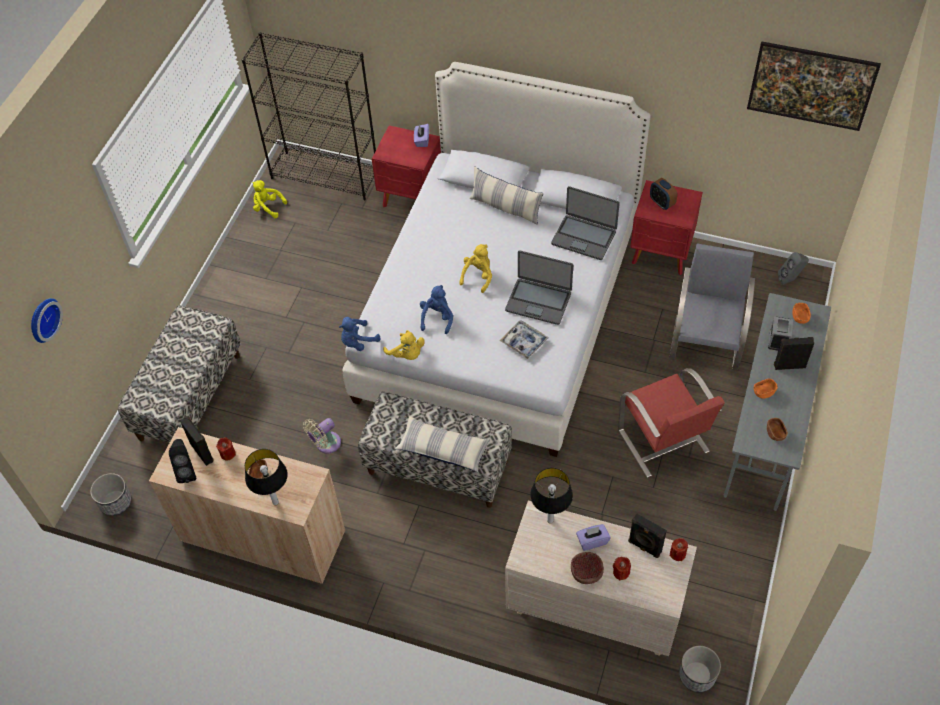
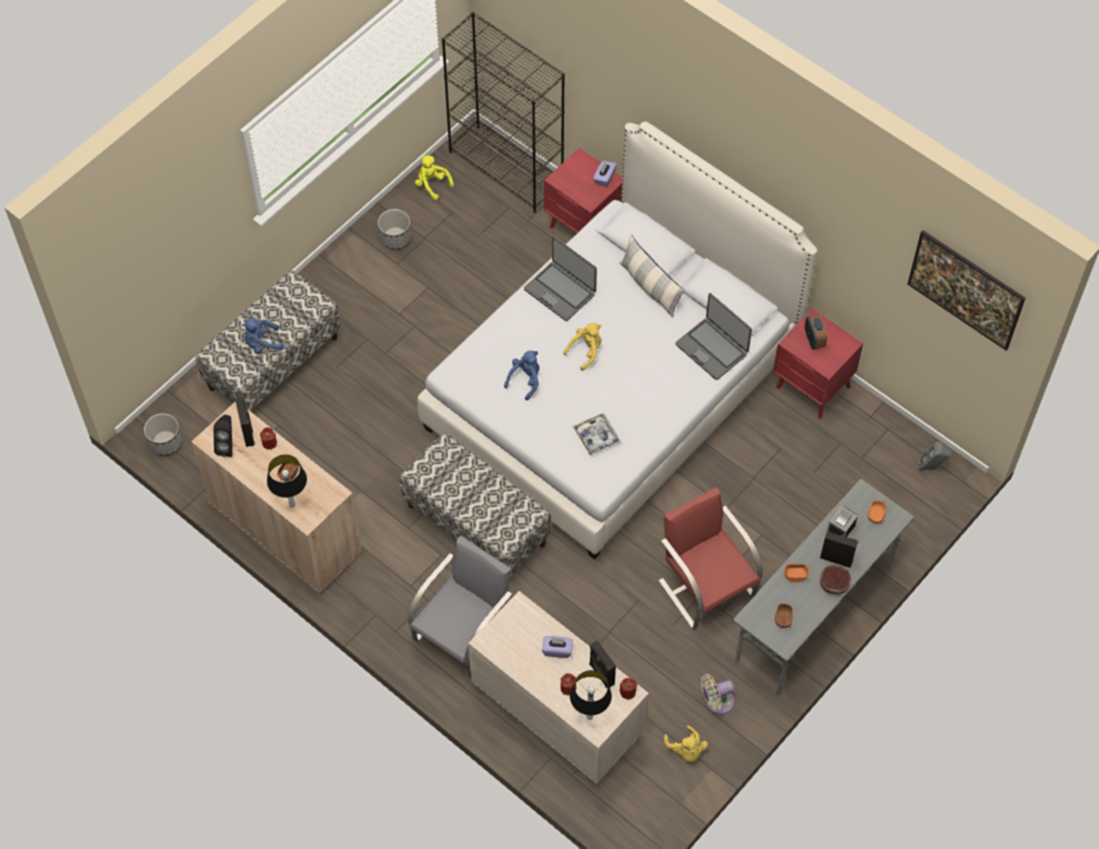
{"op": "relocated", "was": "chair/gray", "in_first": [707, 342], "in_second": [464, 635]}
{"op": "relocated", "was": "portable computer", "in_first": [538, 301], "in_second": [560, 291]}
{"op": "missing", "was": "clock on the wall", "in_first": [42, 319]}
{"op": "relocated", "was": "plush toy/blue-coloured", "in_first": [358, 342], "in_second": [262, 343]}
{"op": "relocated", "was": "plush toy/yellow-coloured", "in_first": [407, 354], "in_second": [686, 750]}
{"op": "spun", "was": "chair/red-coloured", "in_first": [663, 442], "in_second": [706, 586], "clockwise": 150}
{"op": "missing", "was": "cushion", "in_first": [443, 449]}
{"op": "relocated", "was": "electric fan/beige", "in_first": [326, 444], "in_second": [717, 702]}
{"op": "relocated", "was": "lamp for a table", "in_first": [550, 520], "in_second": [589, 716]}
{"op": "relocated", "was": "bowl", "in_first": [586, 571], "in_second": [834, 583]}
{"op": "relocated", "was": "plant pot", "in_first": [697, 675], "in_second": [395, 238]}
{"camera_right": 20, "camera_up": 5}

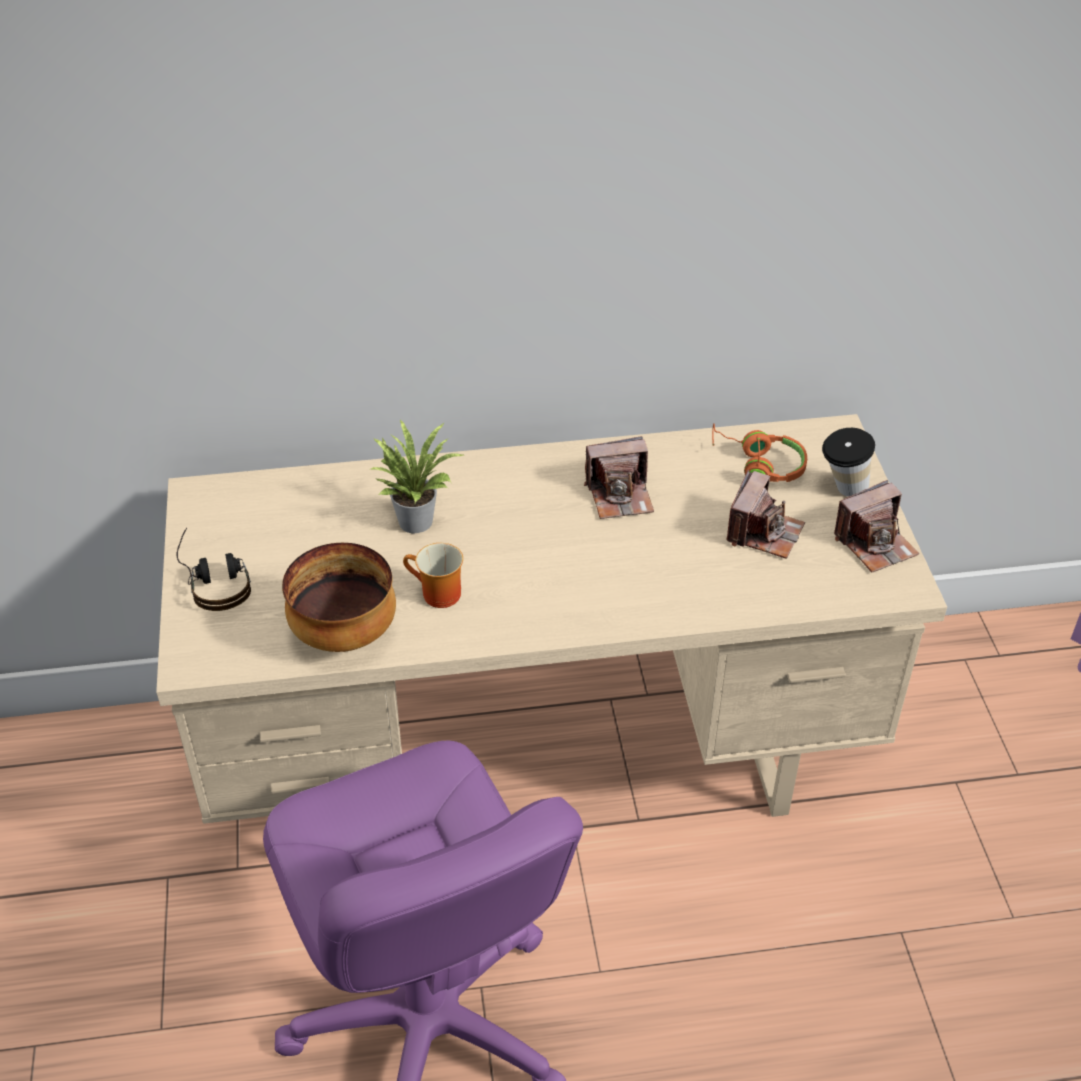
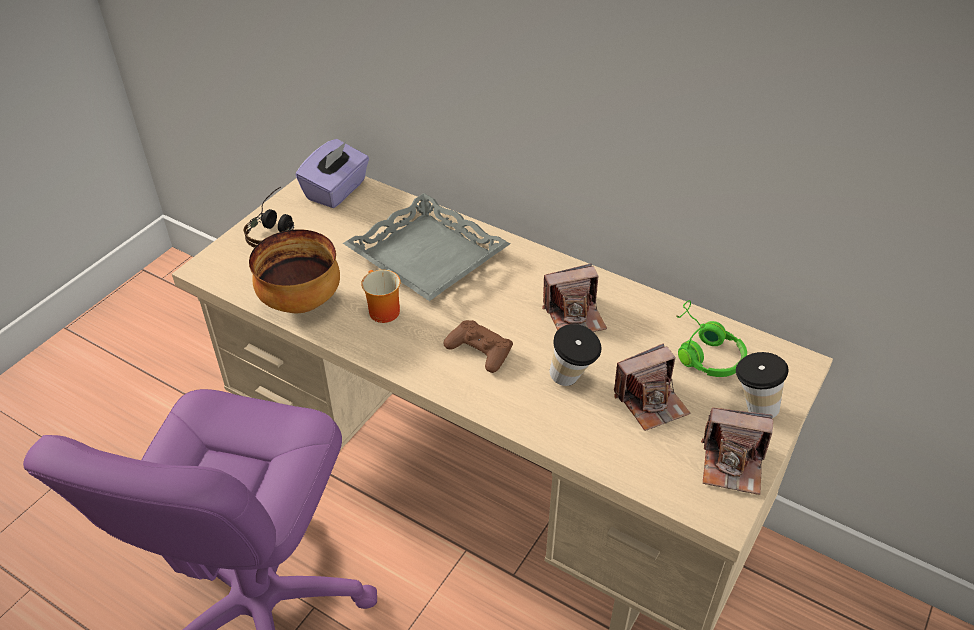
{"op": "exchanged", "was": "houseplant", "now": "serving tray/gray", "in_first": [416, 518], "in_second": [426, 256]}
{"op": "colour", "was": "headphones/orange", "now": "headphones/green-coloured", "in_first": [758, 465], "in_second": [703, 351]}
{"op": "spun", "was": "still camera", "in_first": [620, 495], "in_second": [574, 316], "clockwise": -45}
{"op": "appeared", "now": "box of tissues/purple-coloured", "in_second": [336, 190]}
{"op": "appeared", "now": "game controller/brown-coloured", "in_second": [479, 350]}
{"op": "appeared", "now": "cup", "in_second": [572, 380]}
{"camera_right": 40, "camera_up": 0}

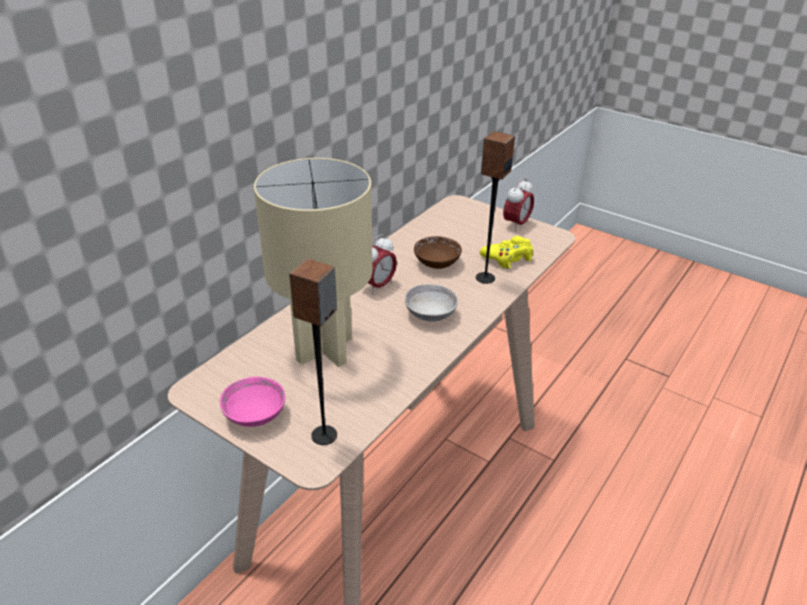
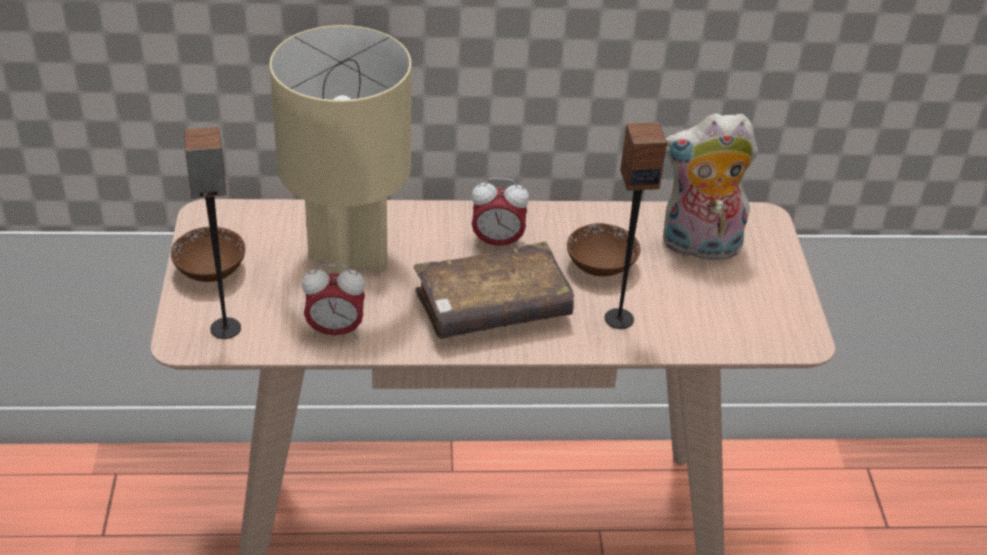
{"op": "relocated", "was": "alarm clock", "in_first": [516, 225], "in_second": [335, 331]}
{"op": "missing", "was": "game controller/yellow-coloured", "in_first": [508, 258]}
{"op": "exchanged", "was": "bowl/gray", "now": "bound book/brown-coloured", "in_first": [430, 314], "in_second": [492, 307]}
{"op": "colour", "was": "bowl/pink", "now": "bowl/brown-coloured", "in_first": [255, 414], "in_second": [210, 270]}
{"op": "appeared", "now": "plush toy", "in_second": [698, 247]}
{"camera_right": 50, "camera_up": 5}

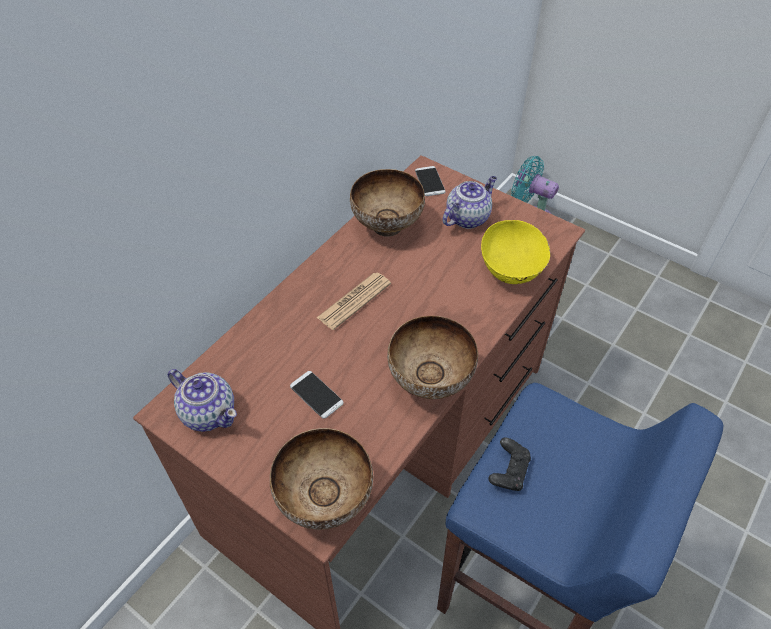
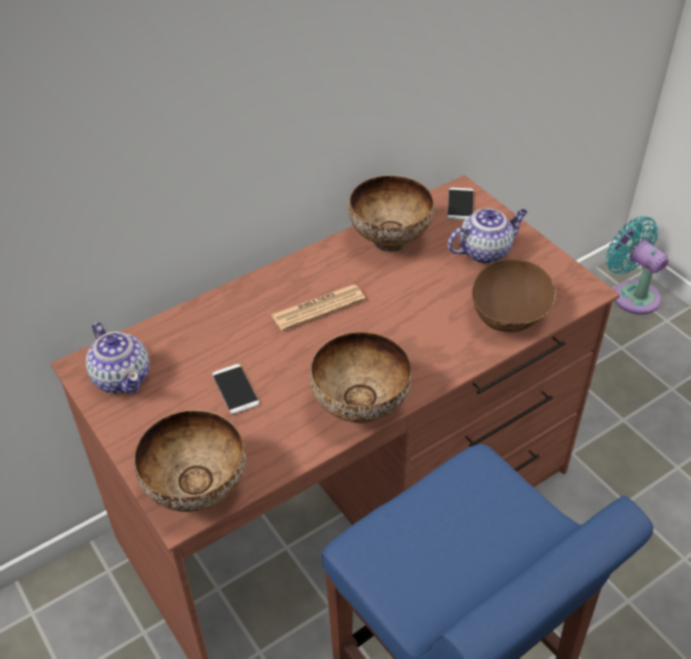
{"op": "colour", "was": "bowl/yellow-coloured", "now": "bowl/brown-coloured", "in_first": [512, 268], "in_second": [510, 316]}
{"op": "missing", "was": "game controller/blackish", "in_first": [509, 471]}
{"camera_right": 20, "camera_up": -5}

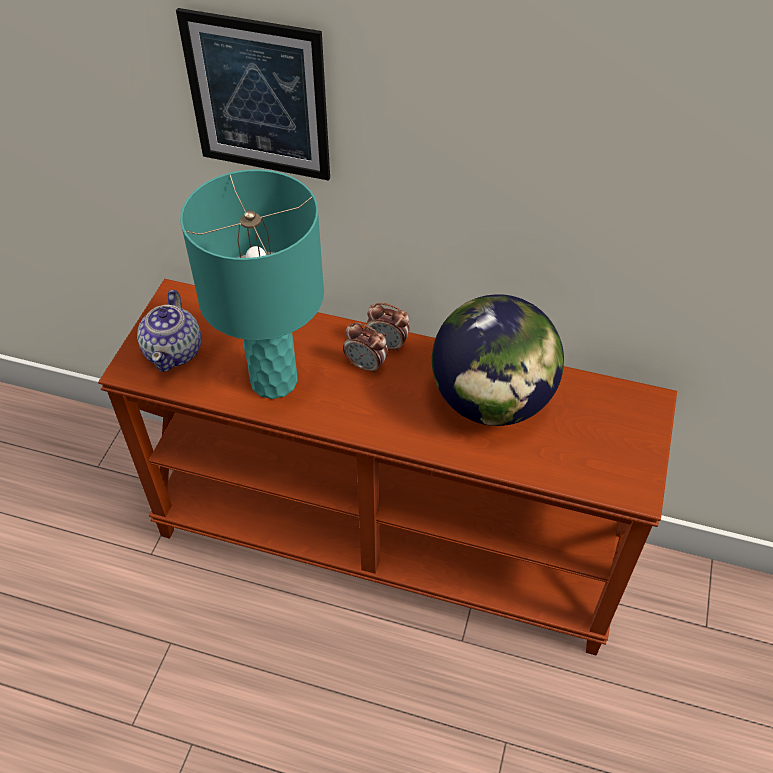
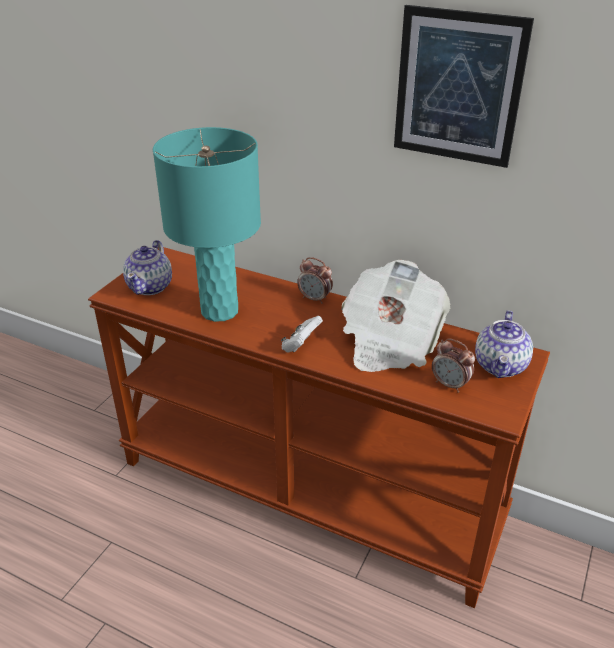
{"op": "relocated", "was": "wall picture", "in_first": [258, 97], "in_second": [458, 87]}
{"op": "exchanged", "was": "globe", "now": "printed paper", "in_first": [491, 401], "in_second": [389, 341]}
{"op": "relocated", "was": "alarm clock", "in_first": [366, 365], "in_second": [450, 385]}
{"op": "appeared", "now": "tea pot", "in_second": [501, 366]}
{"op": "appeared", "now": "game controller/white", "in_second": [300, 346]}
{"camera_right": 10, "camera_up": -15}

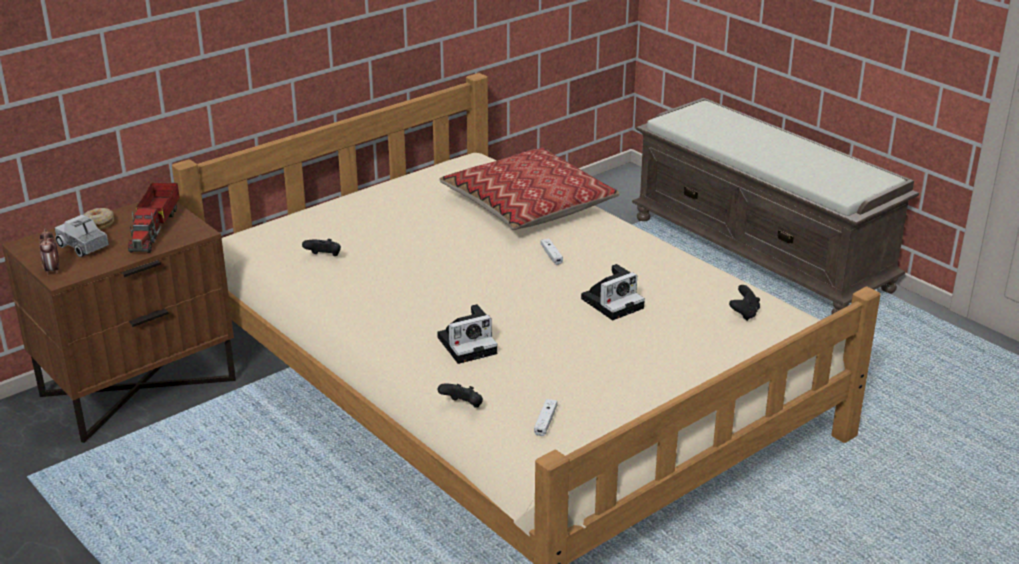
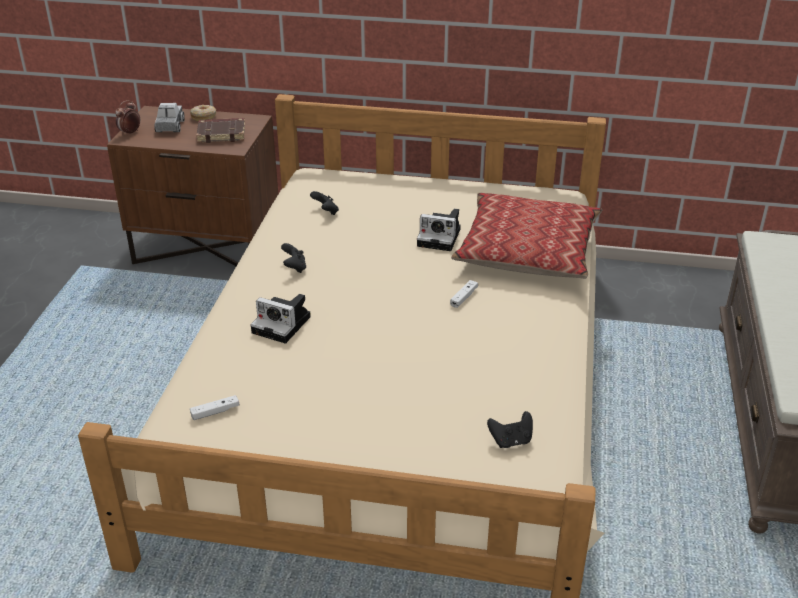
{"op": "exchanged", "was": "toy lorry", "now": "bound book/brown-coloured", "in_first": [155, 228], "in_second": [222, 134]}
{"op": "relocated", "was": "still camera", "in_first": [613, 302], "in_second": [441, 237]}
{"op": "relocated", "was": "game controller/blackish", "in_first": [463, 407], "in_second": [294, 267]}
{"camera_right": 50, "camera_up": 5}

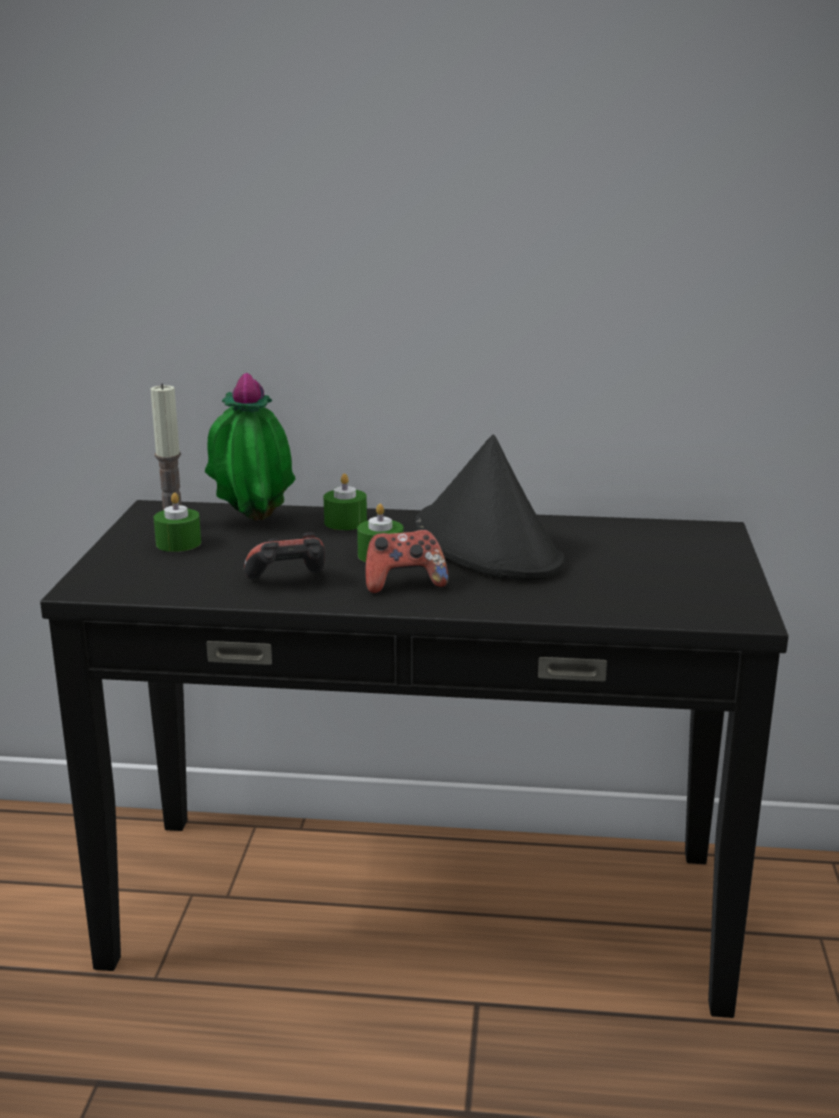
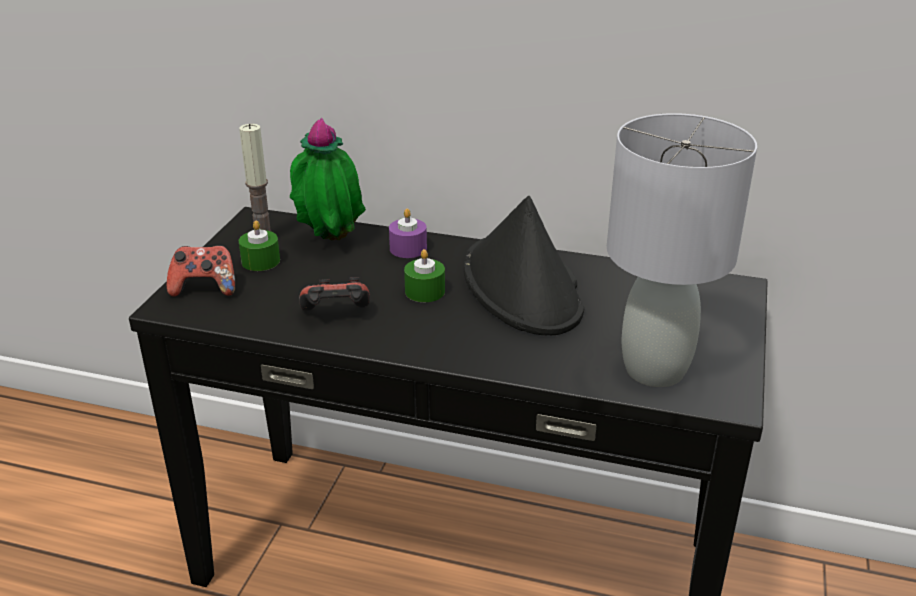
{"op": "colour", "was": "wax candle/green-coloured", "now": "wax candle/purple-coloured", "in_first": [345, 522], "in_second": [408, 248]}
{"op": "relocated", "was": "game controller", "in_first": [404, 584], "in_second": [205, 288]}
{"op": "appeared", "now": "lamp for a table/gray", "in_second": [656, 369]}
{"camera_right": 10, "camera_up": 10}

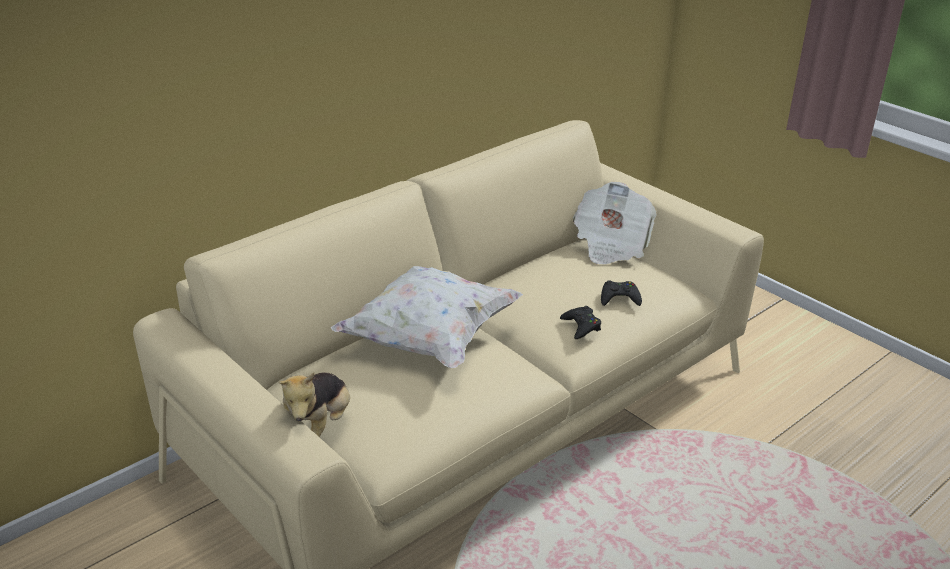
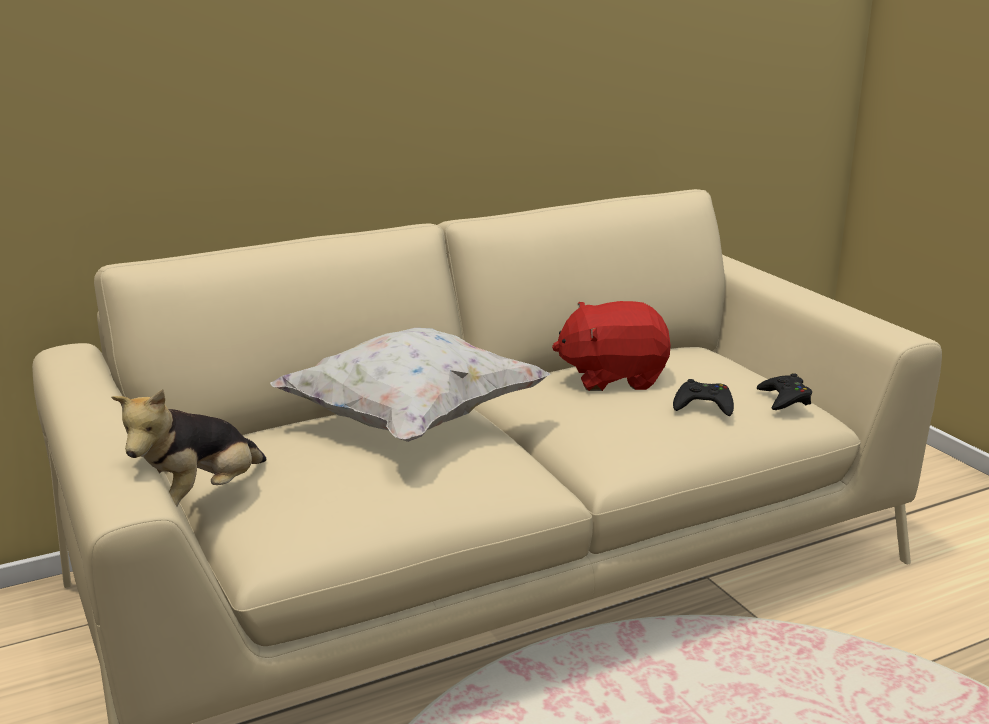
{"op": "missing", "was": "printed paper", "in_first": [611, 244]}
{"op": "relocated", "was": "game controller/blackish", "in_first": [581, 326], "in_second": [784, 399]}
{"op": "appeared", "now": "plush toy/red-coloured", "in_second": [612, 378]}
{"camera_right": 15, "camera_up": -10}

